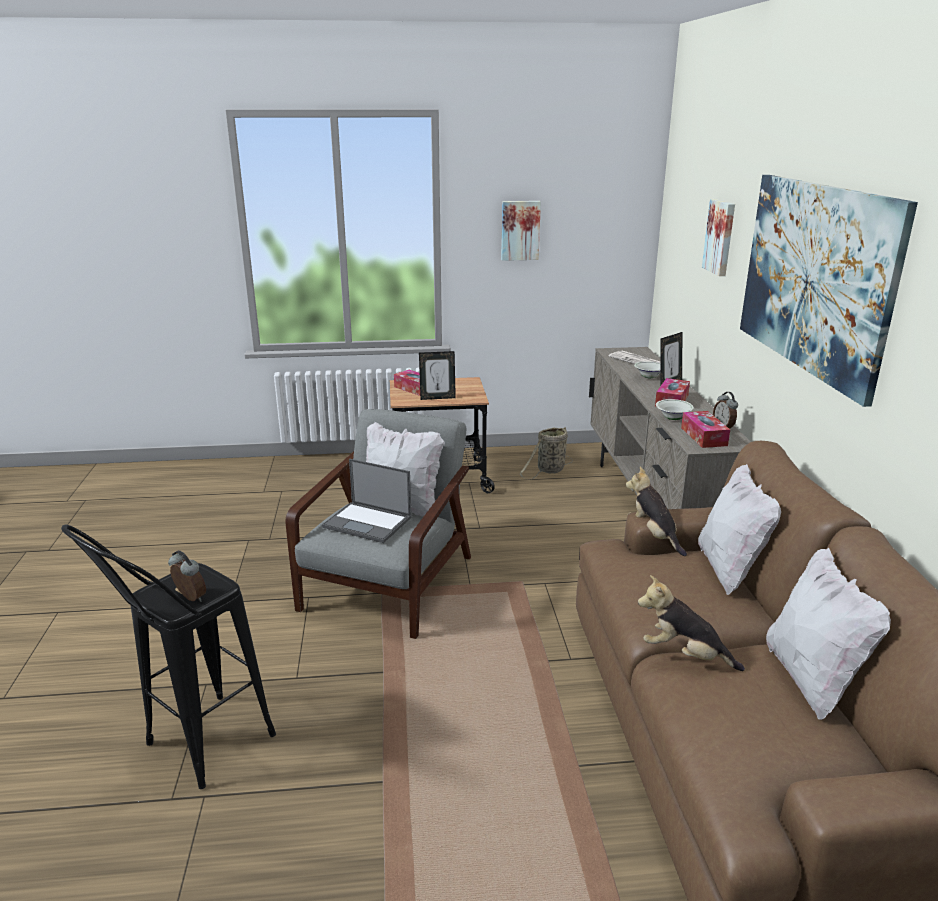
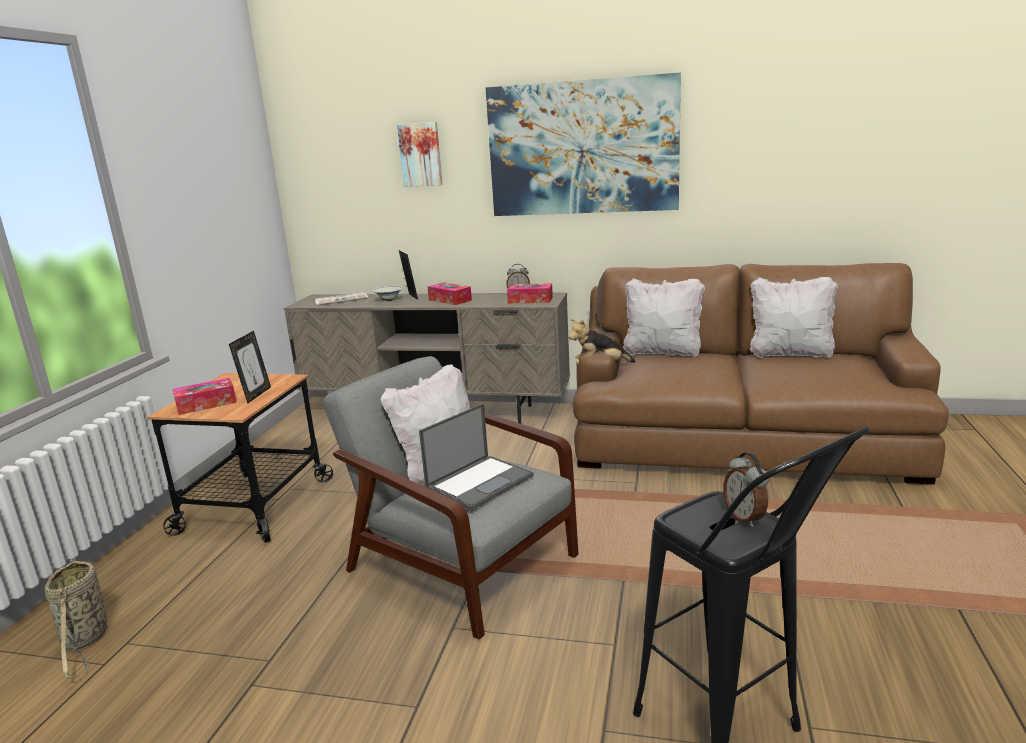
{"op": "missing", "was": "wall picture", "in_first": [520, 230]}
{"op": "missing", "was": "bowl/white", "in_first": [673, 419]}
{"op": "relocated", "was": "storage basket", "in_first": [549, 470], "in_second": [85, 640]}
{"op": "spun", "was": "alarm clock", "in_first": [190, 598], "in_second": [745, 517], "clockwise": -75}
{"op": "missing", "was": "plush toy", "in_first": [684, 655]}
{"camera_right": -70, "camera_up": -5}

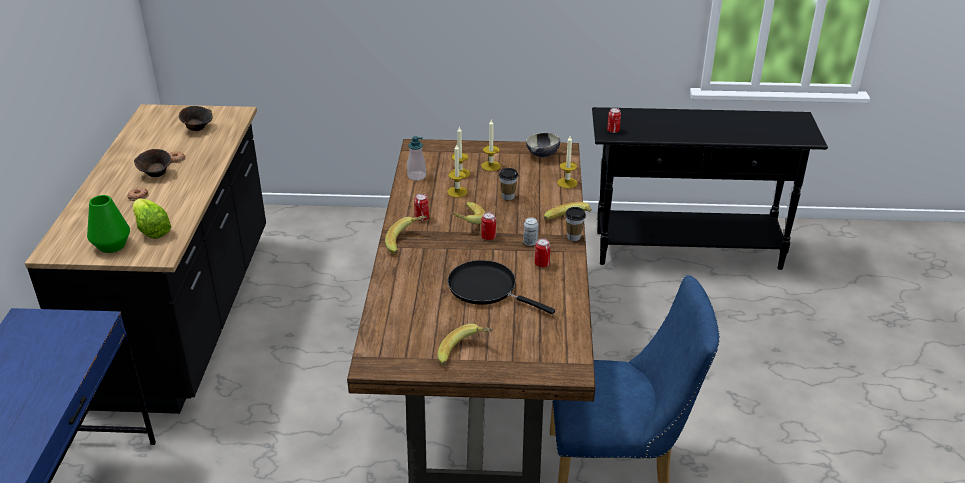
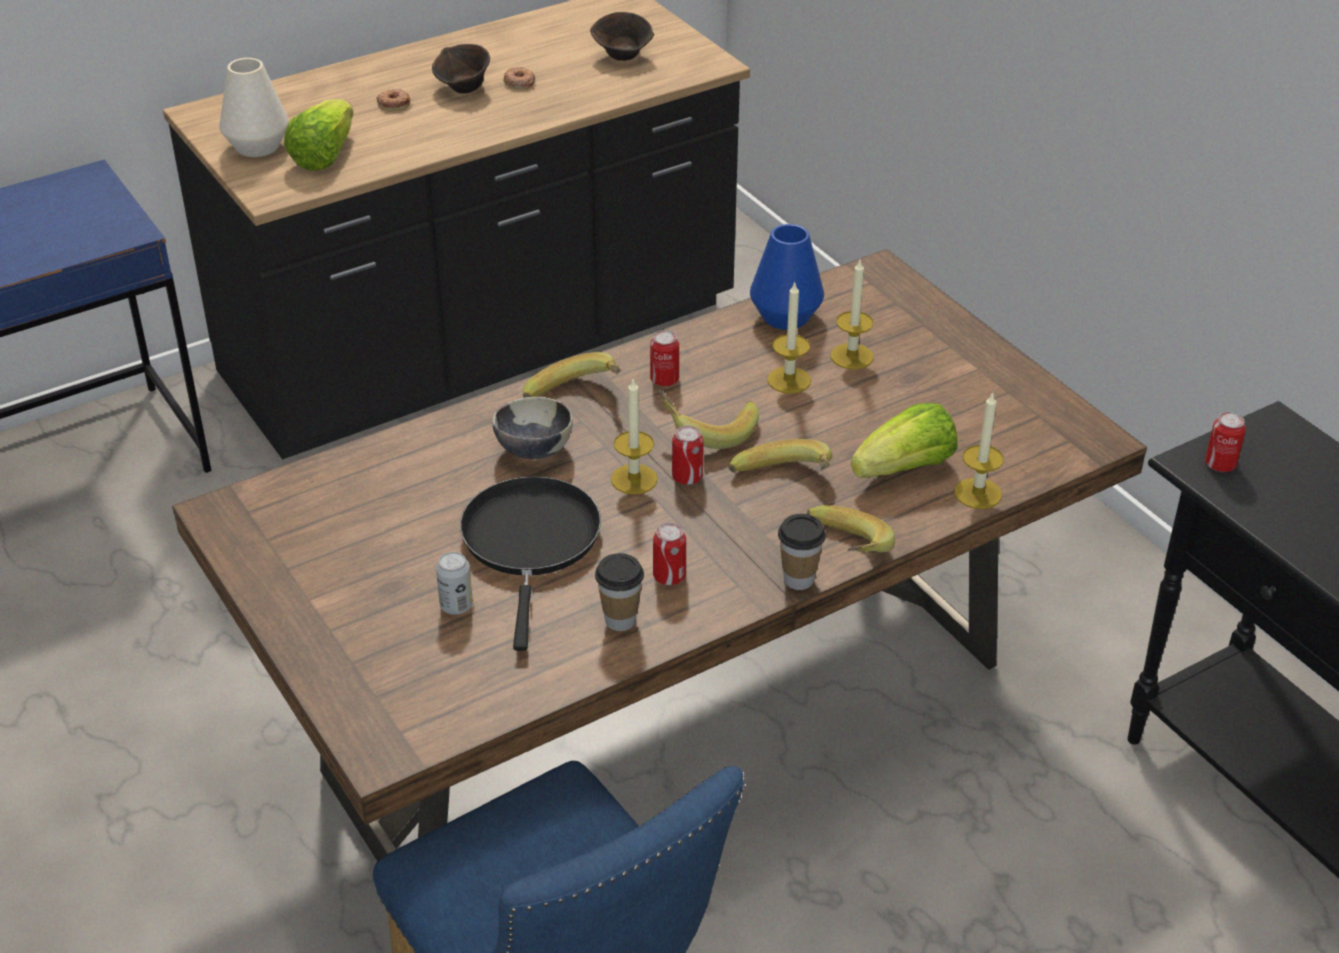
{"op": "relocated", "was": "wax candle", "in_first": [491, 166], "in_second": [634, 479]}
{"op": "relocated", "was": "bowl", "in_first": [542, 155], "in_second": [534, 451]}
{"op": "exchanged", "was": "soap bottle", "now": "flower vase/blue-coloured", "in_first": [416, 176], "in_second": [785, 316]}
{"op": "relocated", "was": "cup", "in_first": [508, 197], "in_second": [620, 620]}
{"op": "colour", "was": "flower vase/green-coloured", "now": "flower vase/white", "in_first": [112, 245], "in_second": [258, 146]}
{"op": "relocated", "was": "sealed can", "in_first": [530, 242], "in_second": [456, 606]}
{"op": "relocated", "was": "whole banana", "in_first": [465, 354], "in_second": [784, 483]}
{"op": "appeared", "now": "head of lettuce", "in_second": [905, 469]}
{"camera_right": 55, "camera_up": 5}

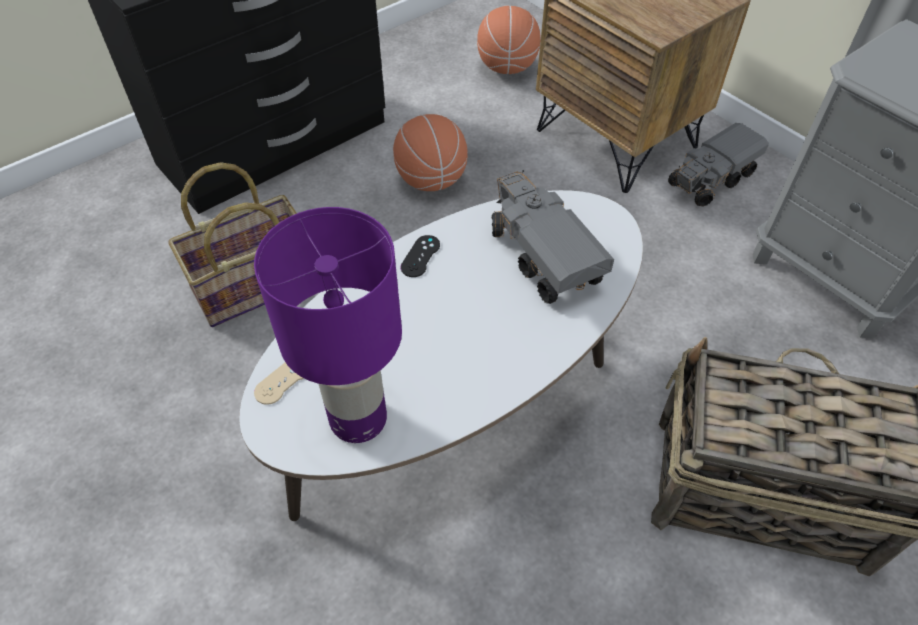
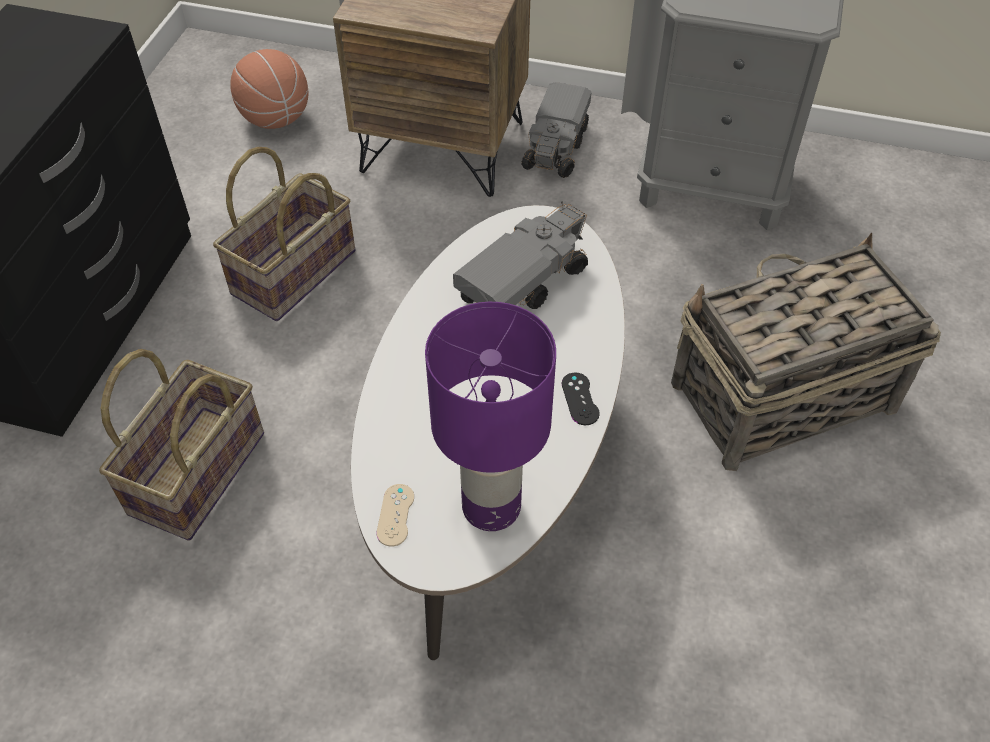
{"op": "exchanged", "was": "basketball", "now": "storage basket", "in_first": [431, 181], "in_second": [295, 274]}
{"op": "spun", "was": "toy lorry", "in_first": [542, 257], "in_second": [524, 285], "clockwise": 105}
{"op": "relocated", "was": "game controller/blackish", "in_first": [420, 256], "in_second": [580, 399]}
{"camera_right": -35, "camera_up": 0}

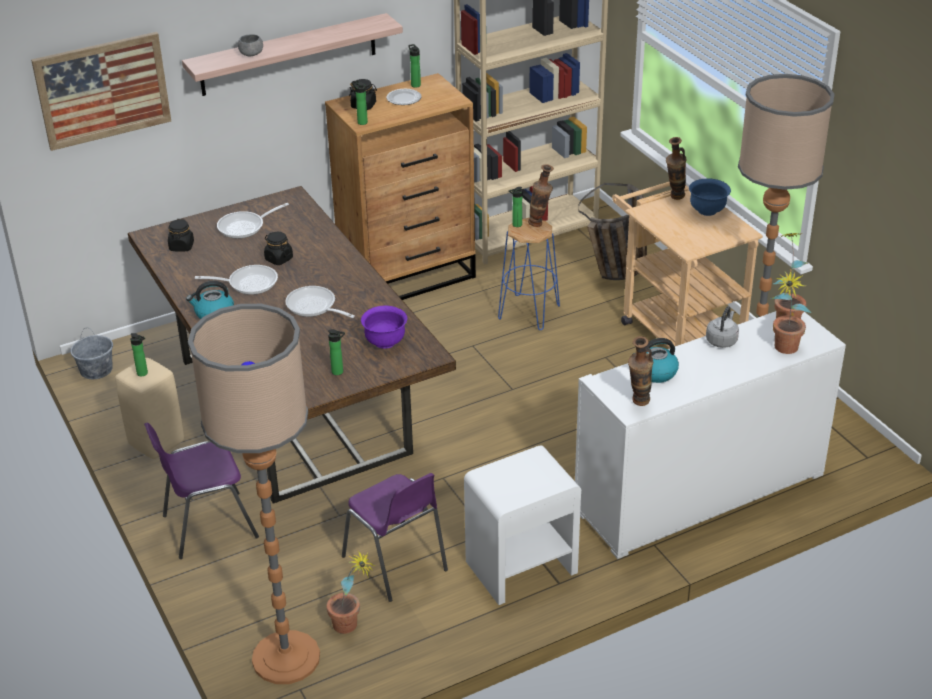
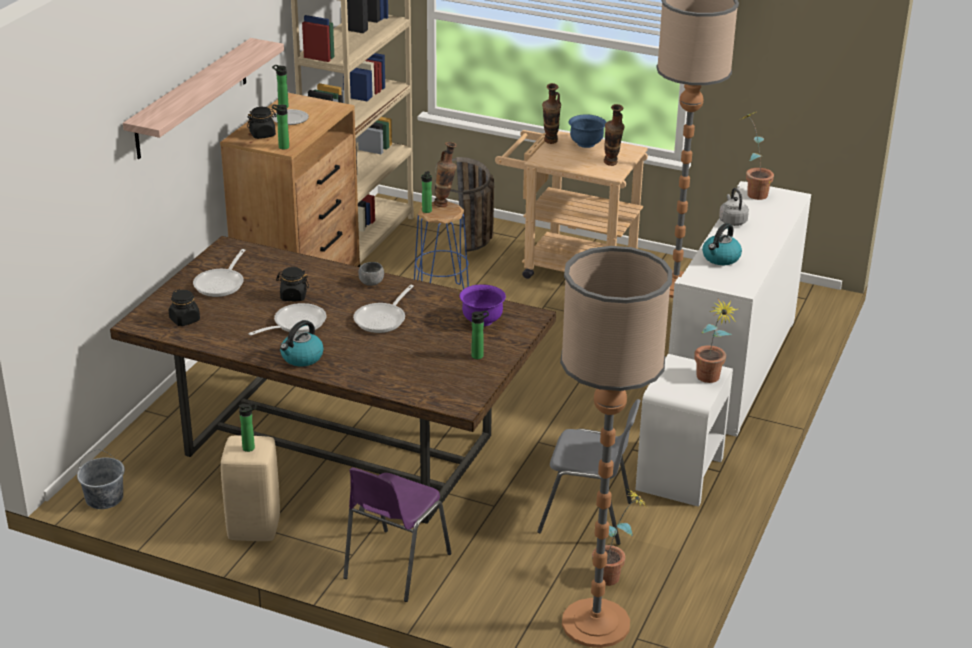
{"op": "missing", "was": "wall picture", "in_first": [103, 90]}
{"op": "relocated", "was": "bowl/gray", "in_first": [251, 54], "in_second": [371, 282]}
{"op": "relocated", "was": "houseplant", "in_first": [783, 351], "in_second": [710, 380]}
{"op": "spun", "was": "pan", "in_first": [314, 307], "in_second": [383, 319], "clockwise": -60}
{"op": "relocated", "was": "flower vase", "in_first": [638, 404], "in_second": [611, 165]}
{"op": "colour", "was": "chair/purple-coloured", "now": "chair/gray", "in_first": [396, 565], "in_second": [588, 517]}
{"camera_right": -40, "camera_up": -5}

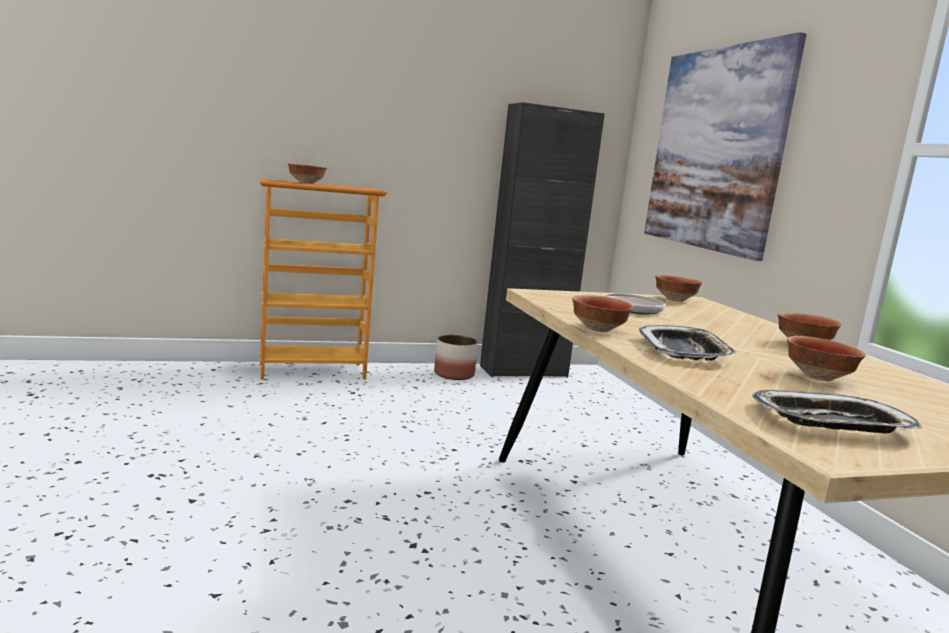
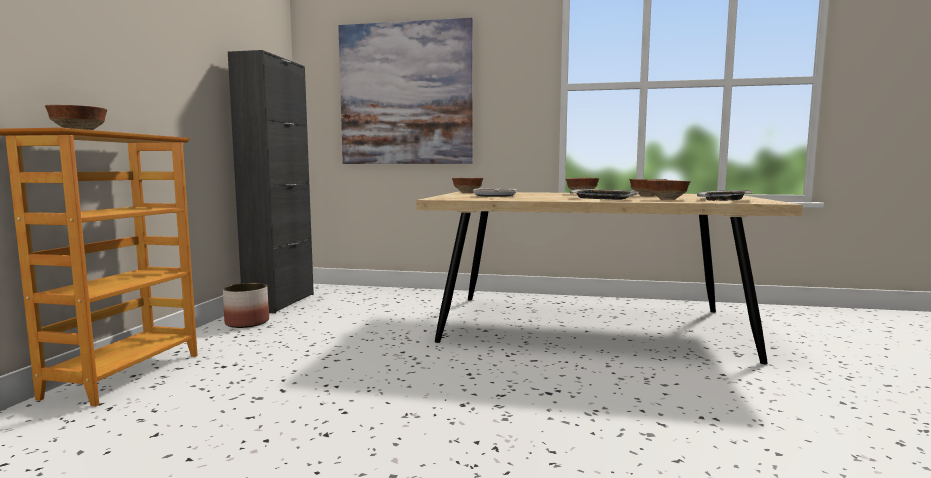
{"op": "relocated", "was": "bowl", "in_first": [599, 329], "in_second": [667, 199]}
{"camera_right": -60, "camera_up": -5}

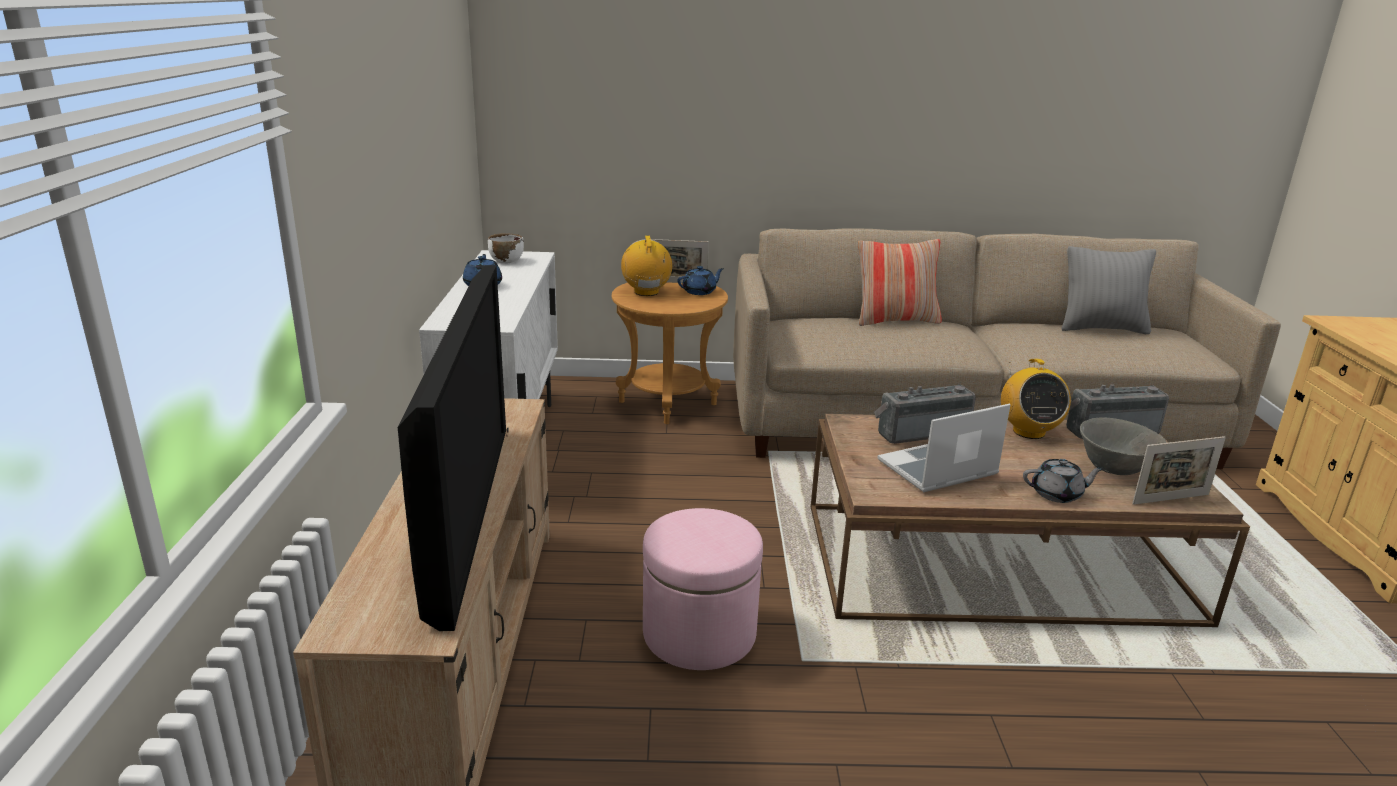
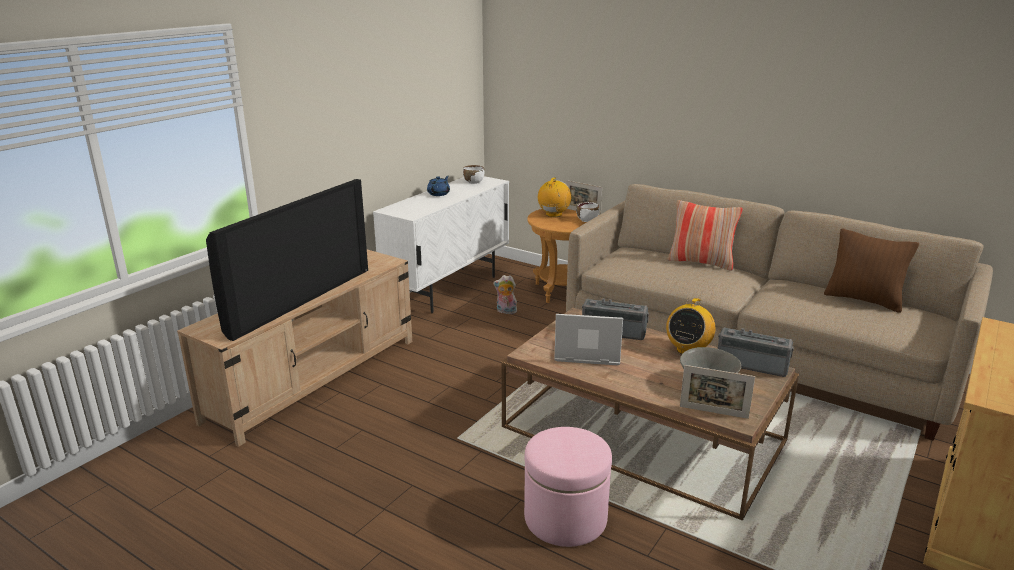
{"op": "colour", "was": "cushion/gray", "now": "cushion/brown-coloured", "in_first": [1101, 328], "in_second": [863, 300]}
{"op": "exchanged", "was": "tea pot/blue-coloured", "now": "bowl/white", "in_first": [700, 292], "in_second": [587, 220]}
{"op": "missing", "was": "tea pot/gray", "in_first": [1057, 494]}
{"op": "relocated", "was": "ottoman/pink", "in_first": [699, 633], "in_second": [565, 518]}
{"op": "appeared", "now": "plush toy", "in_second": [505, 312]}
{"camera_right": 35, "camera_up": 0}

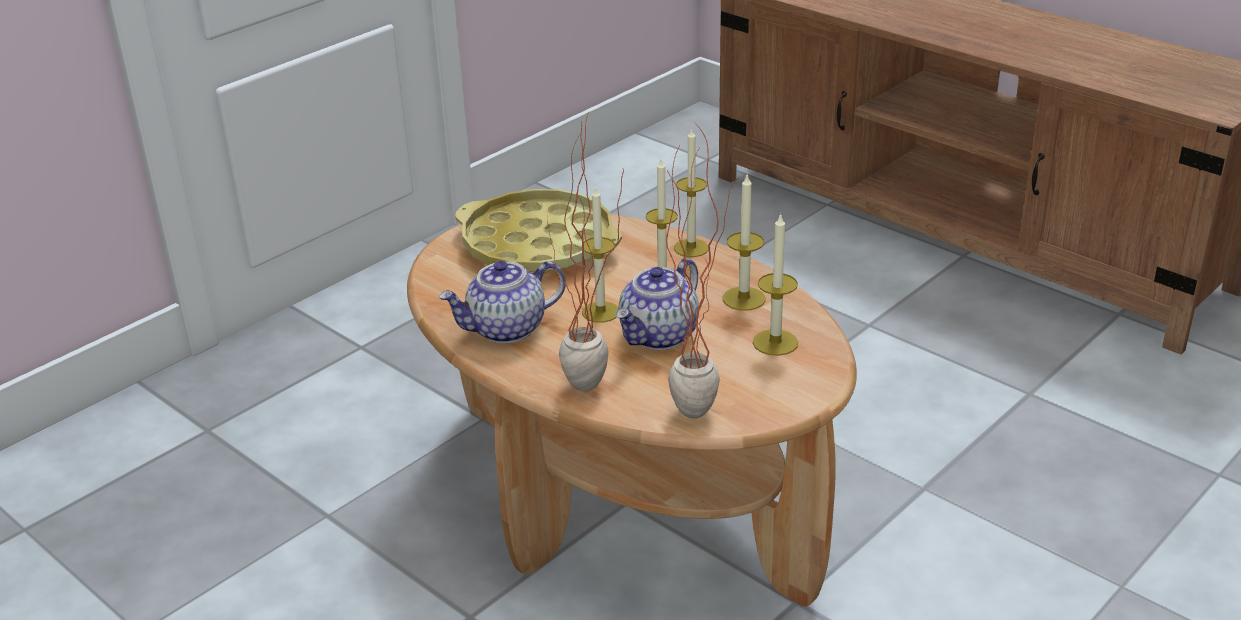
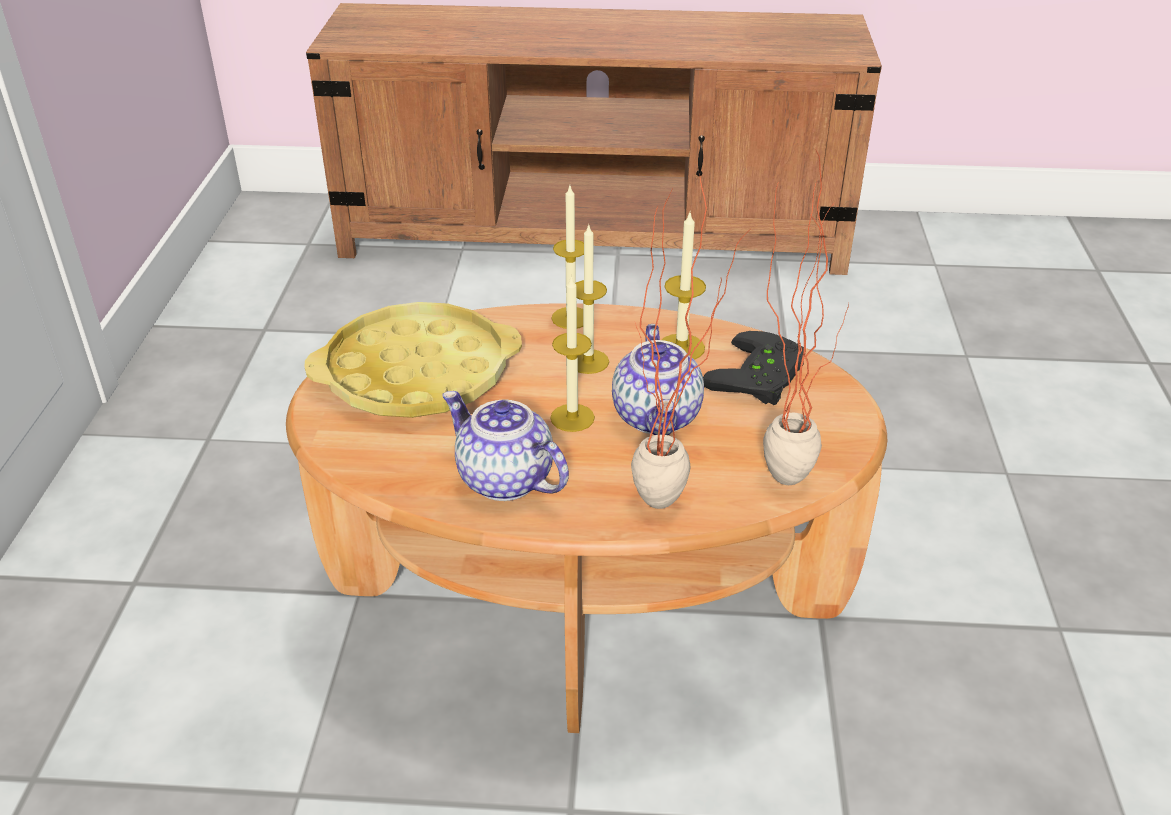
{"op": "exchanged", "was": "wax candle", "now": "game controller/blackish", "in_first": [775, 342], "in_second": [761, 377]}
{"op": "spun", "was": "tea pot", "in_first": [506, 329], "in_second": [503, 479], "clockwise": 105}
{"camera_right": -40, "camera_up": 5}

